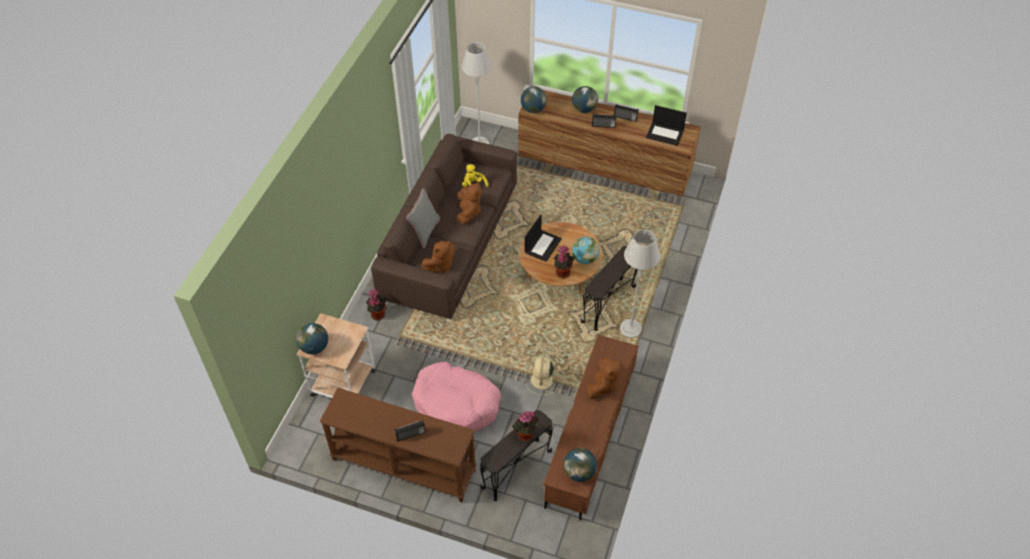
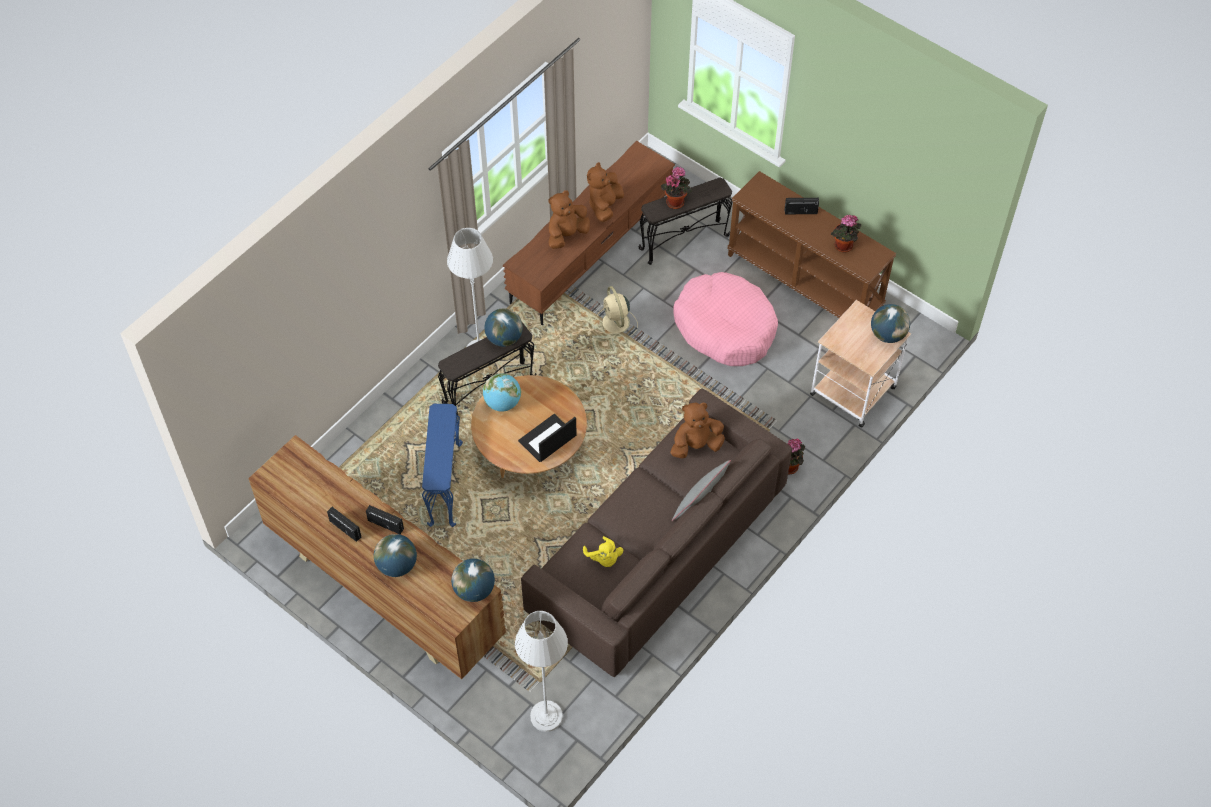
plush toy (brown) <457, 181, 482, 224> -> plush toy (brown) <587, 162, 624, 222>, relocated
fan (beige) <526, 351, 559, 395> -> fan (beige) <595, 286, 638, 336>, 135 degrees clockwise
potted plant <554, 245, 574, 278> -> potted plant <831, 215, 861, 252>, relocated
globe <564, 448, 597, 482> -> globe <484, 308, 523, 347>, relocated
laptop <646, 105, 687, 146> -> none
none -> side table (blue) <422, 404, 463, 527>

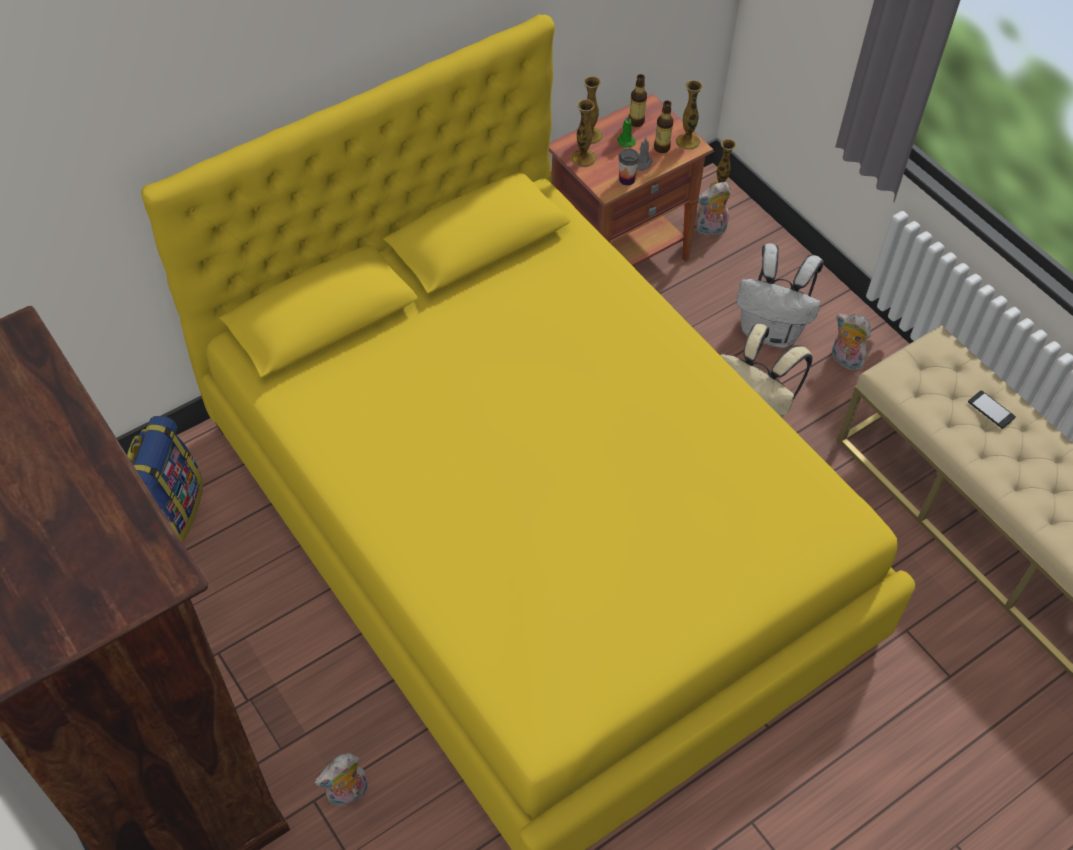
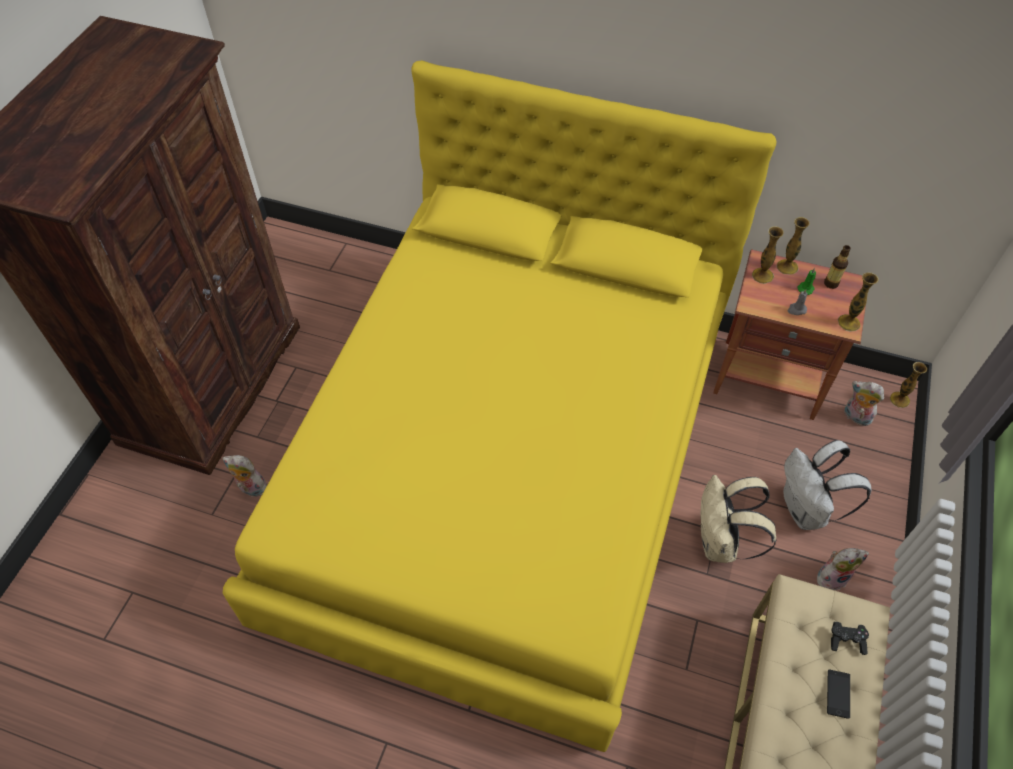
backpack <127, 416, 203, 542> -> none
cup <618, 149, 640, 186> -> none
bottle <654, 101, 674, 153> -> none
plush toy <832, 314, 871, 370> -> plush toy <817, 548, 869, 590>, 75 degrees clockwise
none -> game controller (black) <831, 622, 869, 655>

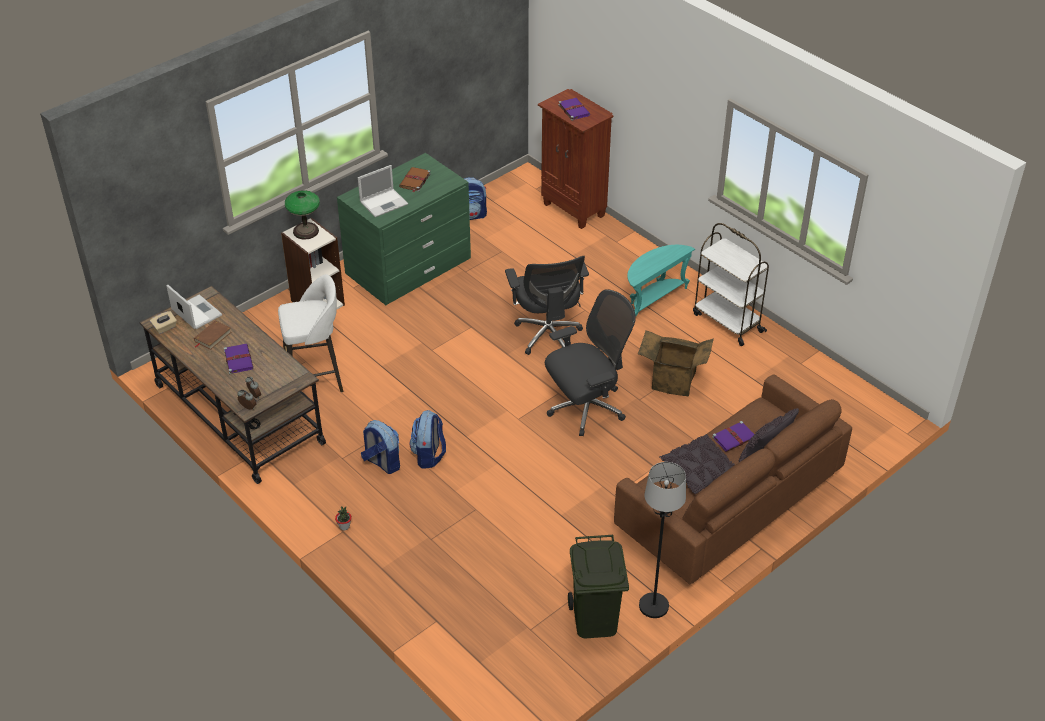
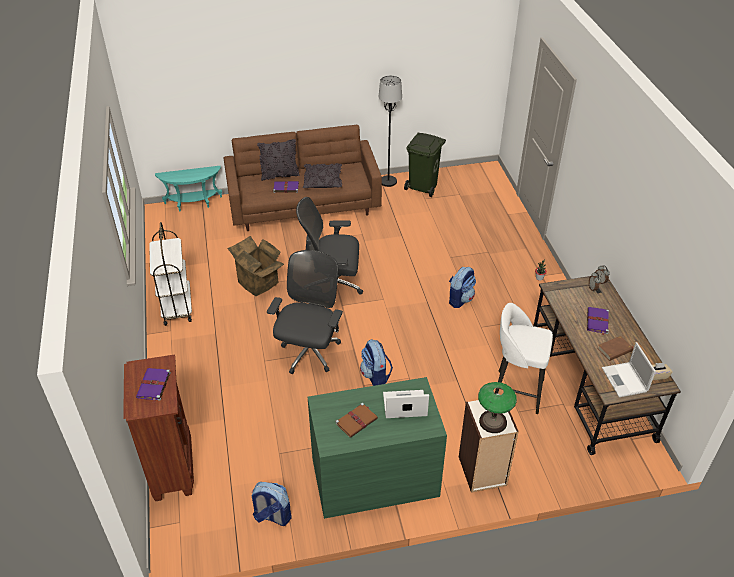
backpack <361, 420, 400, 474> -> backpack <360, 339, 393, 386>, relocated
side table (turquoise) <627, 245, 695, 316> -> side table (turquoise) <155, 166, 222, 211>, relocated

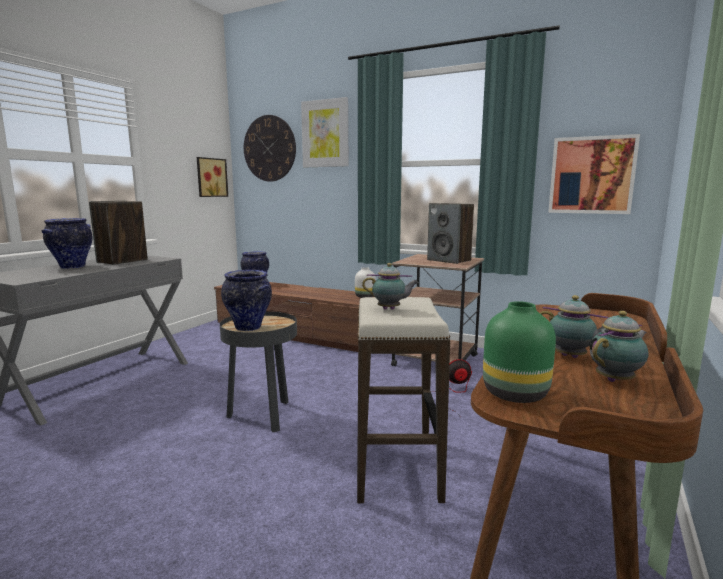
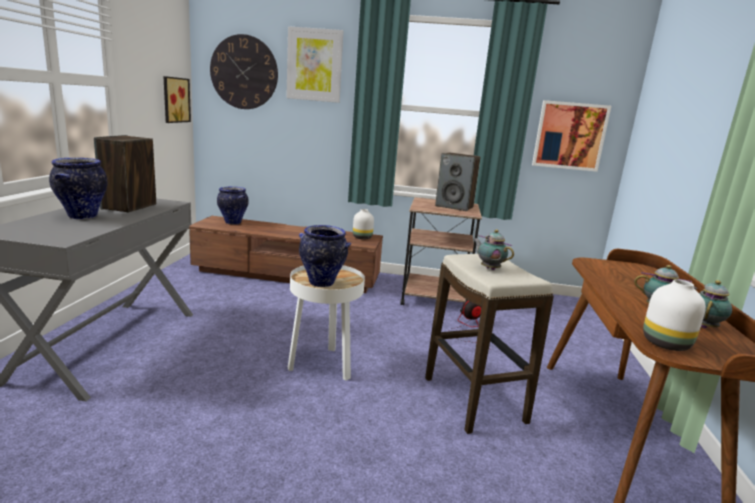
side table (black) <220, 311, 297, 432> -> side table (white) <288, 265, 365, 381>
teapot <362, 263, 419, 310> -> teapot <473, 229, 514, 270>, 120 degrees counterclockwise
vase (green) <483, 301, 556, 403> -> vase (white) <643, 279, 706, 351>

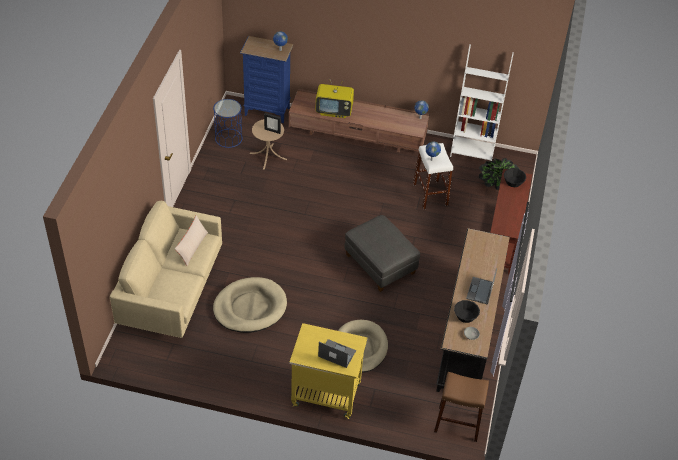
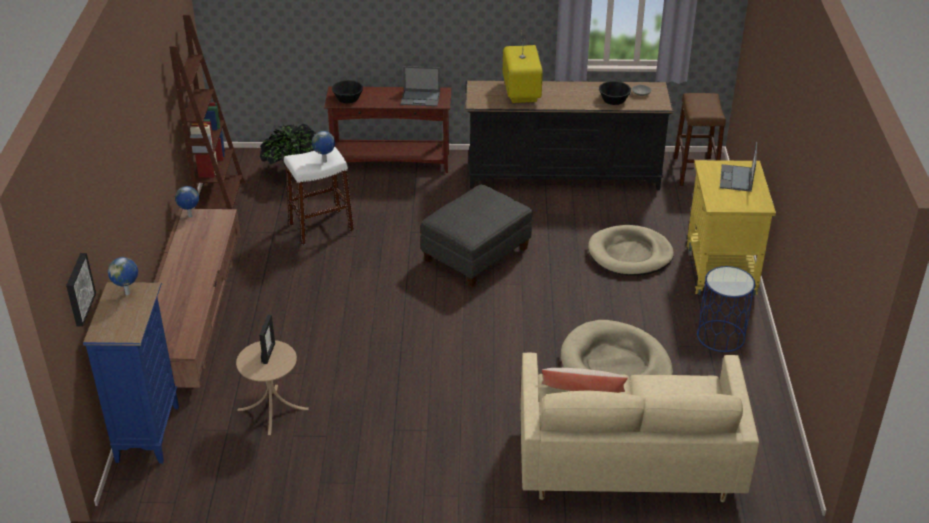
side table (blue) <213, 99, 243, 148> -> side table (blue) <697, 266, 755, 352>, relocated
television <315, 78, 354, 118> -> television <503, 30, 543, 103>, relocated
bookcase (white) <450, 44, 514, 161> -> bookcase (brown) <169, 15, 245, 209>
laptop <466, 268, 497, 305> -> laptop <401, 66, 440, 106>, relocated
none -> picture <66, 253, 96, 327>

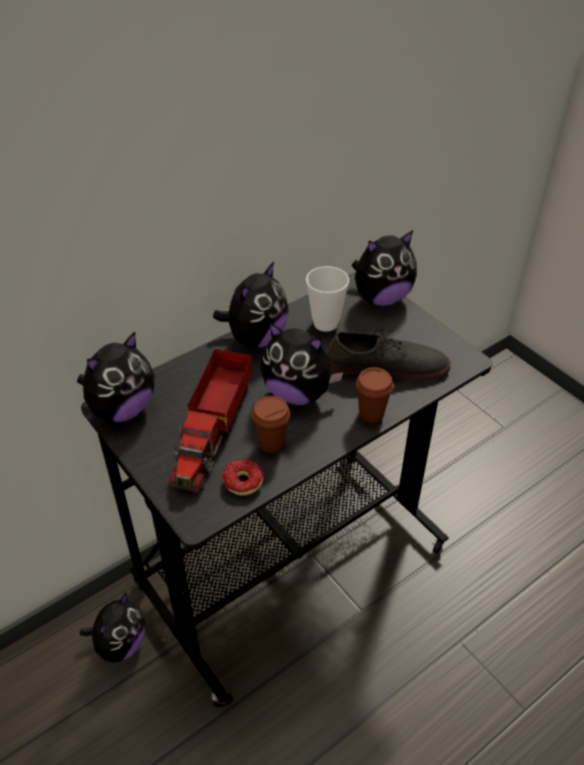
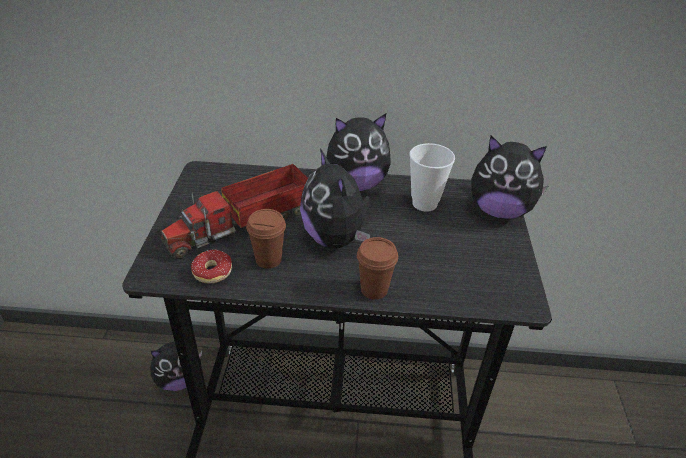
plush toy <77, 332, 154, 422> -> none
shoe (grey) <326, 328, 451, 381> -> none

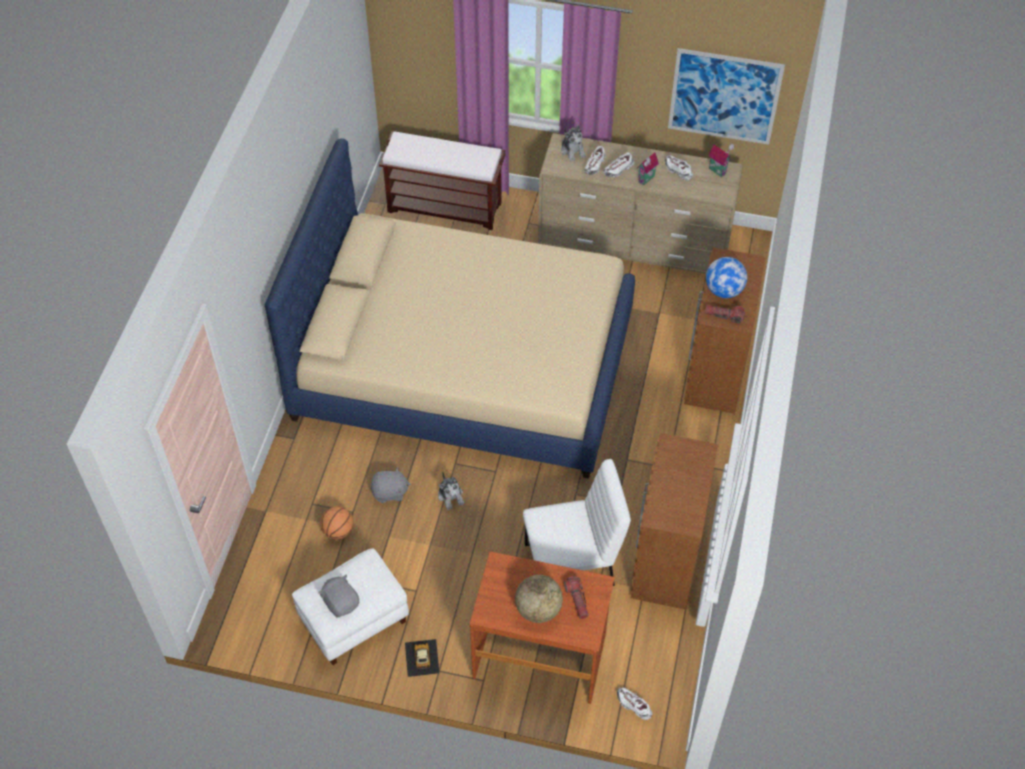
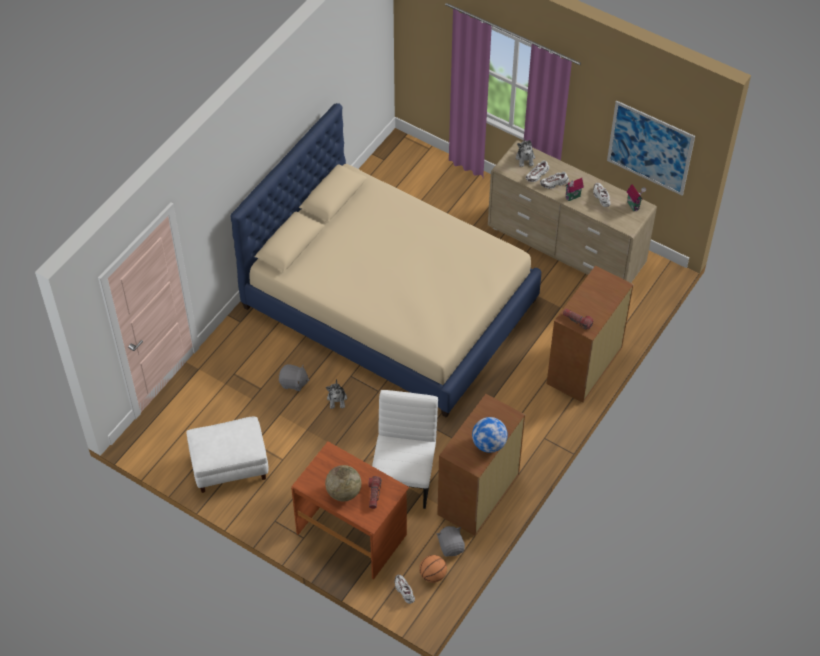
plush toy (grey) <318, 574, 359, 618> -> plush toy (grey) <437, 526, 465, 557>, relocated
basketball <320, 507, 354, 540> -> basketball <419, 555, 447, 583>, relocated
bench (brown) <379, 131, 506, 230> -> none
toy car <405, 639, 439, 677> -> none
chair (white) <523, 459, 631, 586> -> chair (white) <372, 390, 438, 509>, 90 degrees counterclockwise
globe <706, 257, 747, 298> -> globe <472, 417, 508, 453>, relocated

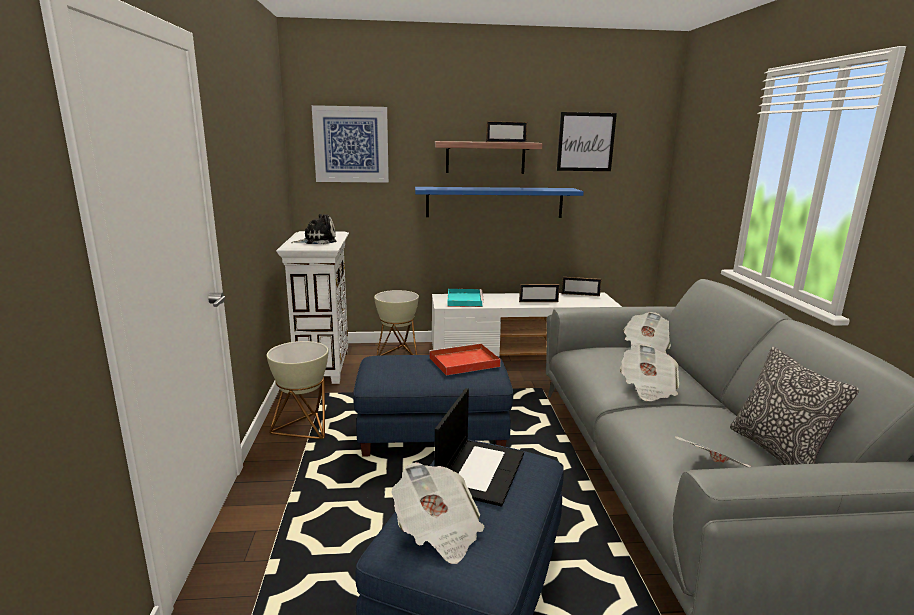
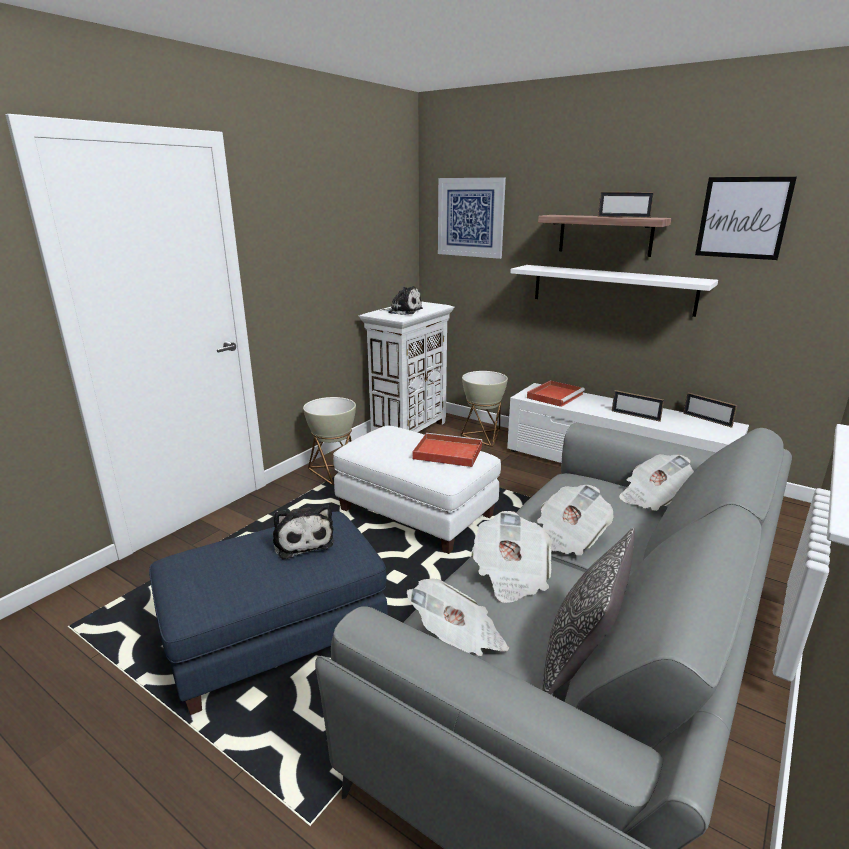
ottoman (blue) <354, 355, 513, 456> -> ottoman (white) <333, 426, 501, 554>
newspaper <391, 462, 485, 564> -> newspaper <471, 511, 552, 603>, relocated
shelf (blue) <415, 187, 584, 218> -> shelf (white) <510, 265, 718, 317>
laptop <435, 388, 524, 507> -> plush toy <273, 505, 334, 559>
tray (turquoise) <447, 289, 484, 307> -> tray (red) <527, 380, 585, 407>

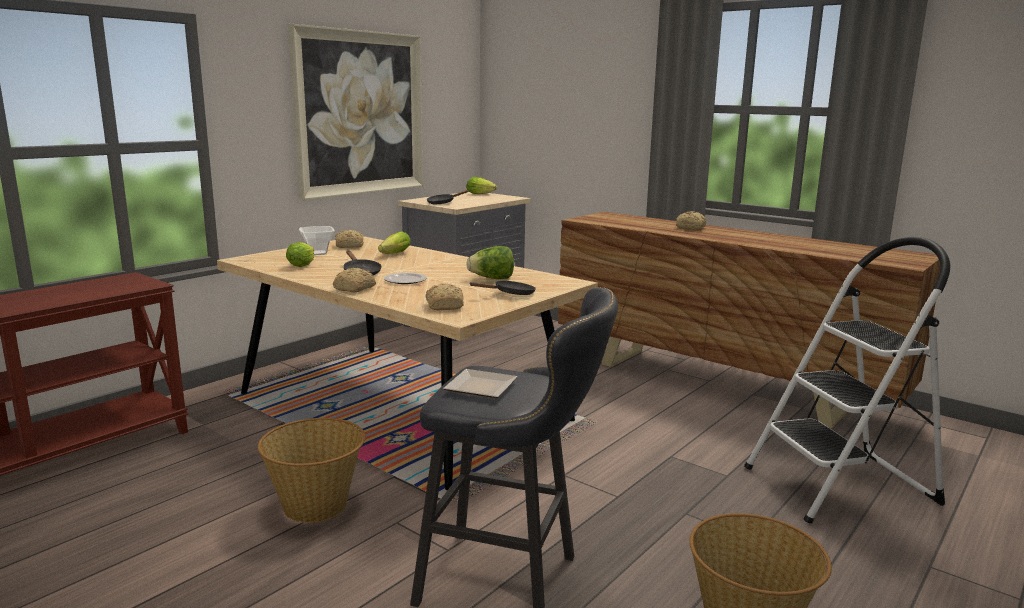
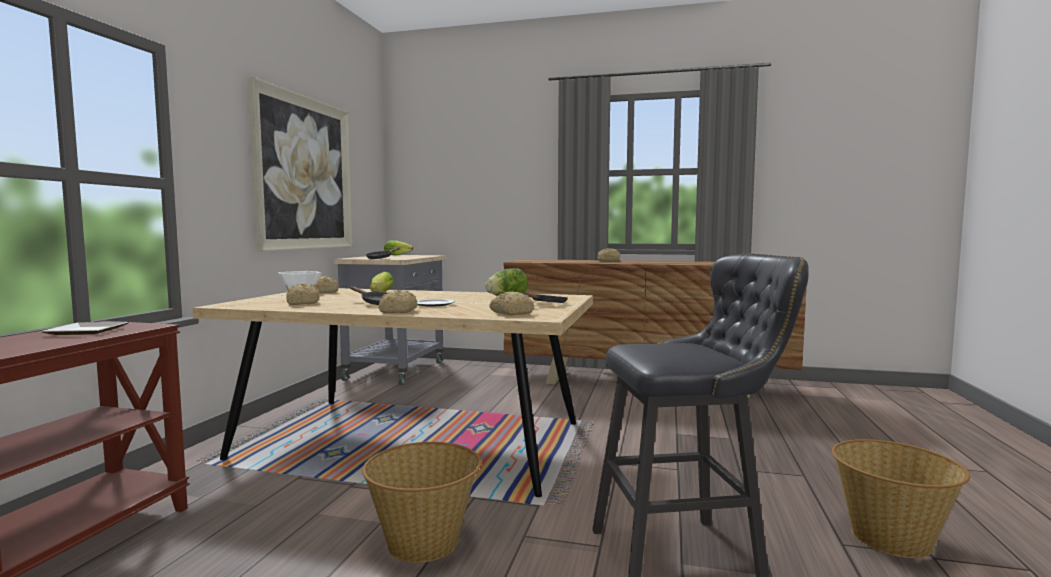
lettuce <286, 242, 314, 267> -> bread <286, 284, 320, 305>
plate <443, 369, 517, 398> -> plate <41, 322, 129, 335>, relocated
step ladder <744, 237, 950, 523> -> none

